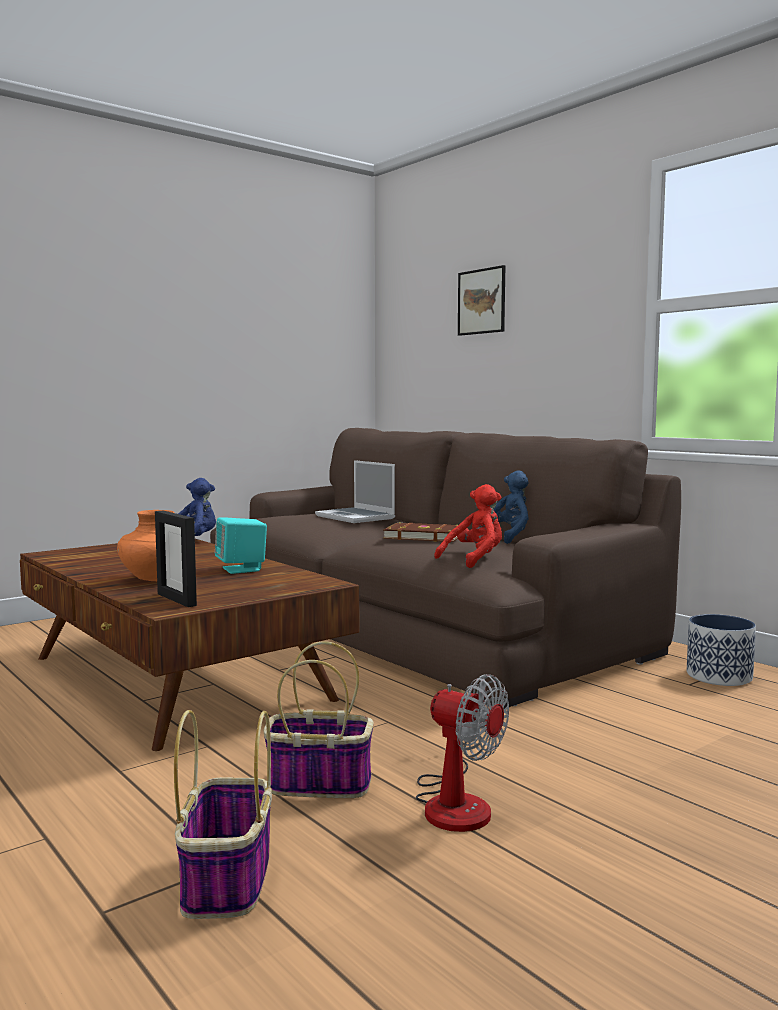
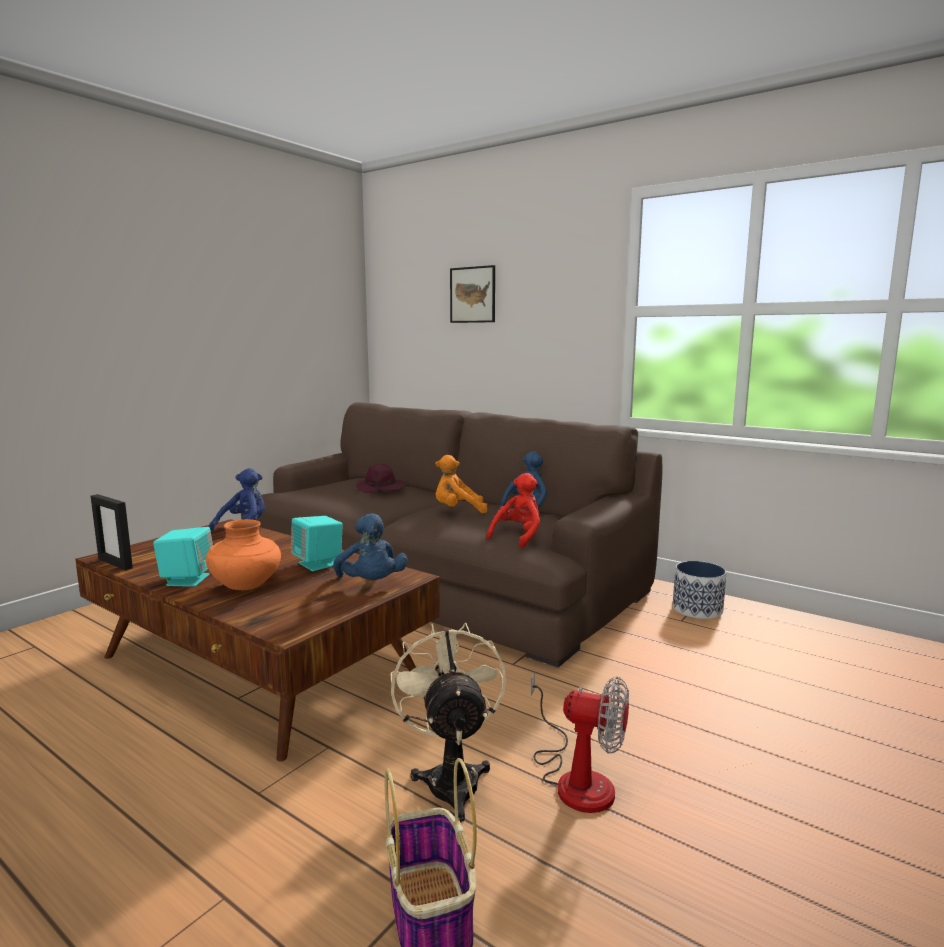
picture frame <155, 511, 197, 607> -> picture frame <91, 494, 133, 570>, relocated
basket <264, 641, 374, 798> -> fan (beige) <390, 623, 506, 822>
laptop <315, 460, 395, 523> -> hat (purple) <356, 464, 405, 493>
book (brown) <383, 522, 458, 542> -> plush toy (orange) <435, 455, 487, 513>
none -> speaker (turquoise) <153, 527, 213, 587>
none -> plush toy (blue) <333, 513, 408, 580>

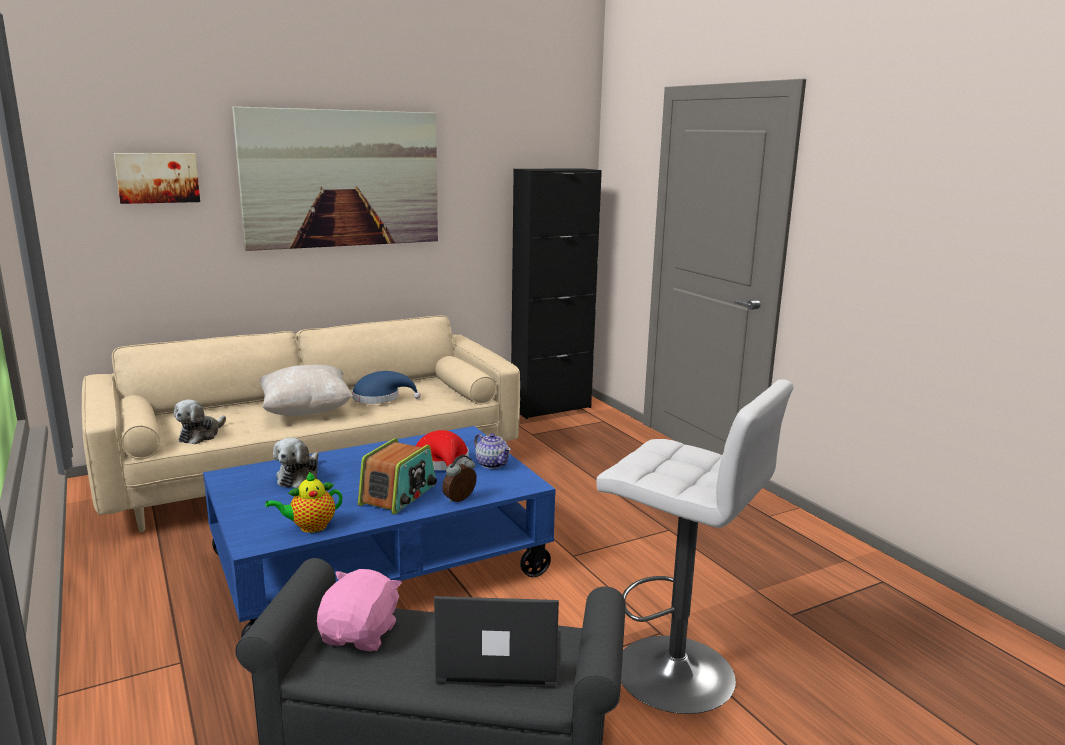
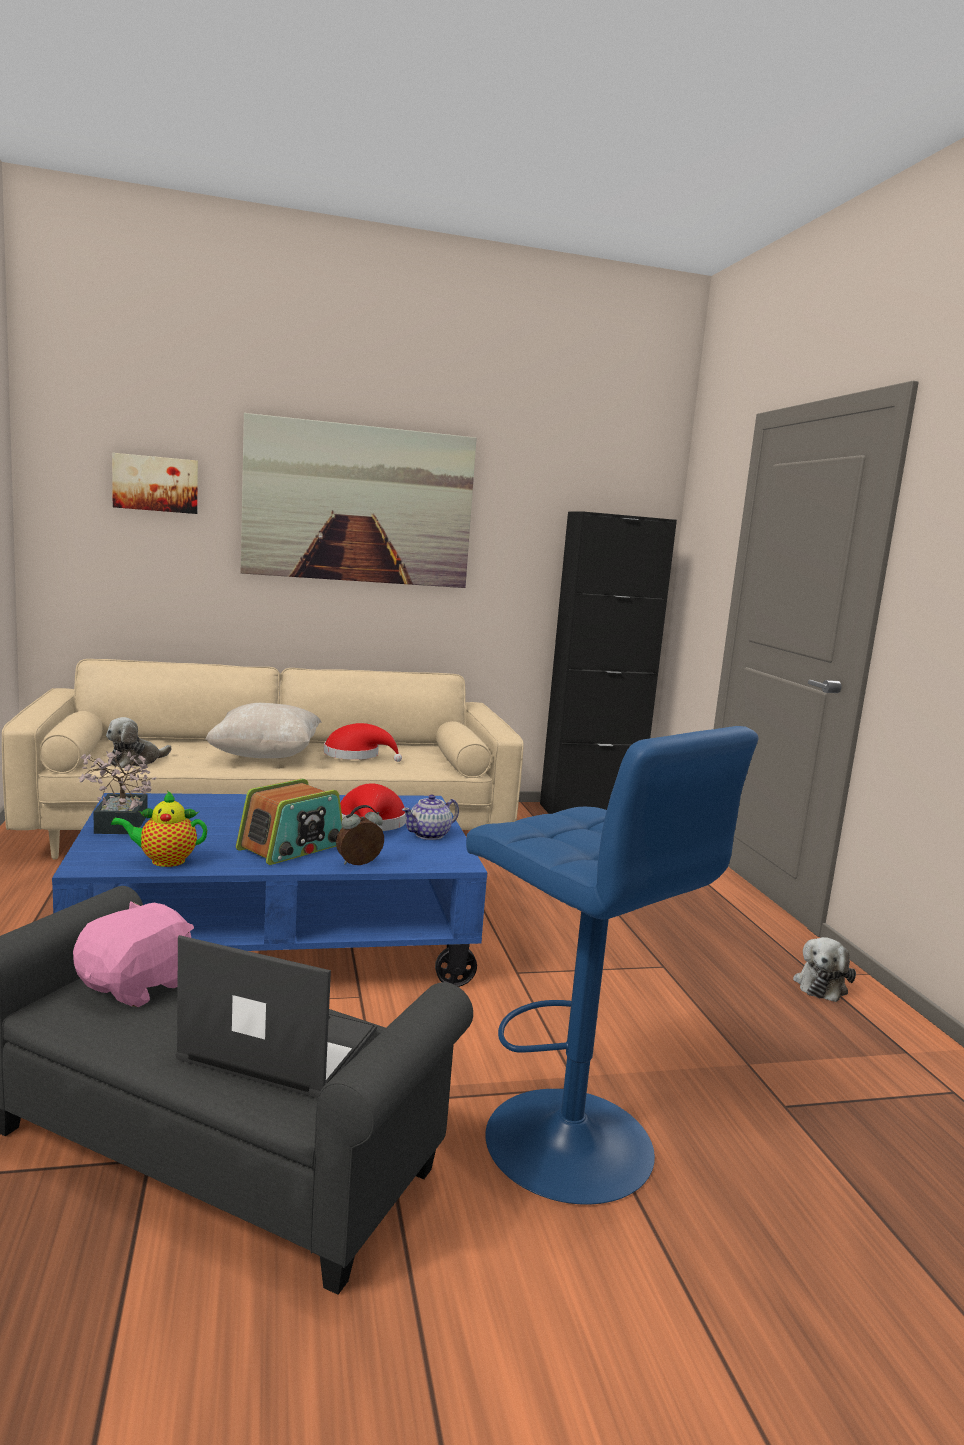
plush toy <273, 438, 319, 488> -> plush toy <793, 937, 856, 1002>, relocated
hat (blue) <352, 371, 421, 404> -> hat (red) <324, 723, 402, 762>
teapot <474, 433, 511, 469> -> teapot <402, 794, 459, 840>, 75 degrees clockwise
stool (white) <596, 379, 794, 714> -> stool (blue) <466, 726, 759, 1205>
none -> potted plant <78, 750, 156, 834>

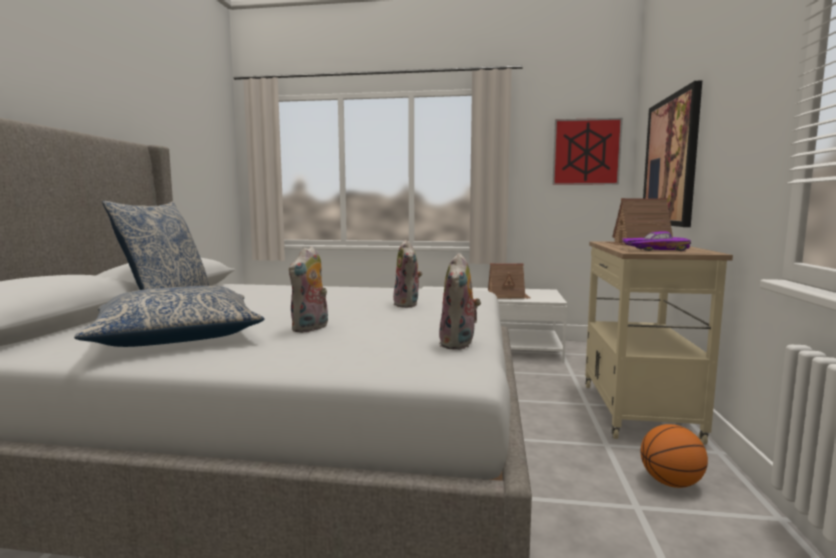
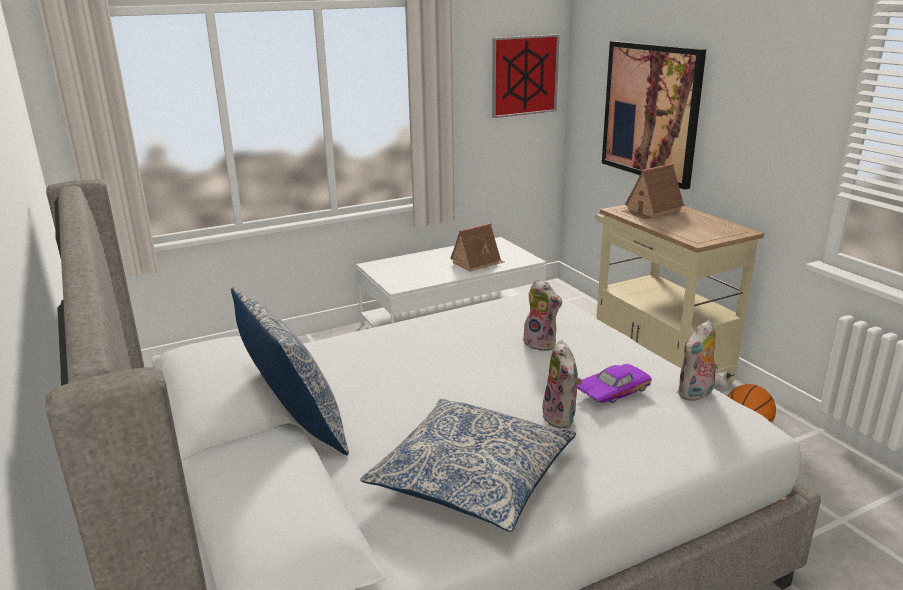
plush toy <439, 253, 481, 350> -> plush toy <677, 320, 719, 401>, 75 degrees clockwise
toy car (purple) <622, 231, 691, 251> -> toy car (purple) <577, 364, 652, 403>, relocated

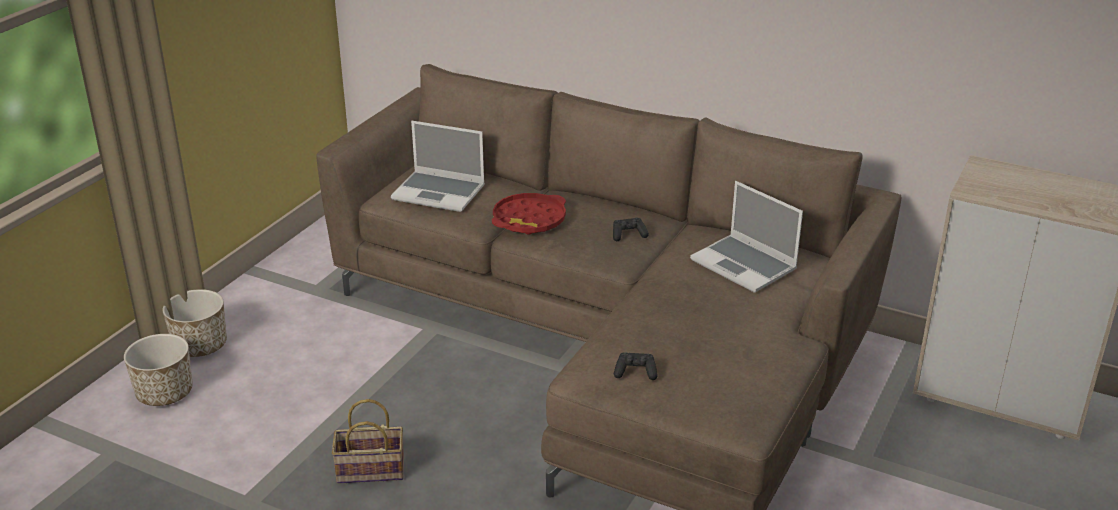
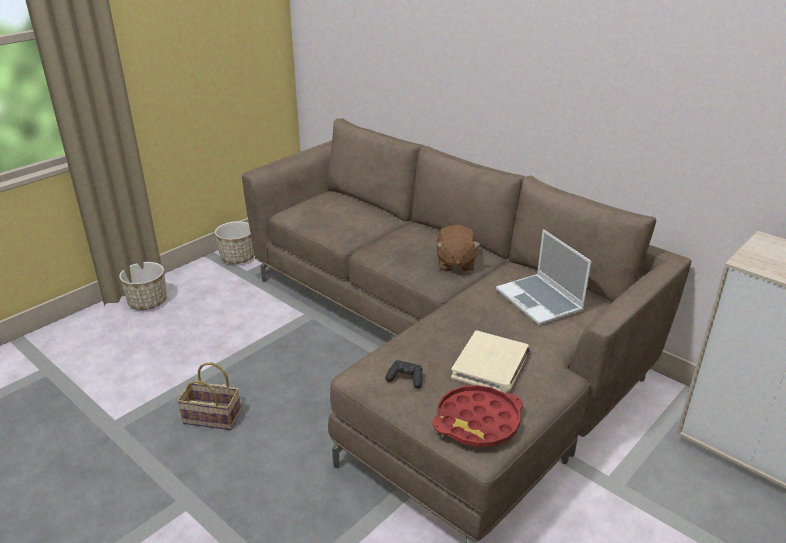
planter <124, 334, 193, 406> -> planter <215, 221, 255, 264>, relocated
laptop <391, 121, 485, 212> -> none
tray (red) <492, 193, 566, 235> -> tray (red) <432, 385, 523, 447>, relocated
game controller (black) <613, 218, 649, 241> -> plush toy (brown) <436, 225, 480, 272>
none -> book (beige) <451, 330, 530, 393>

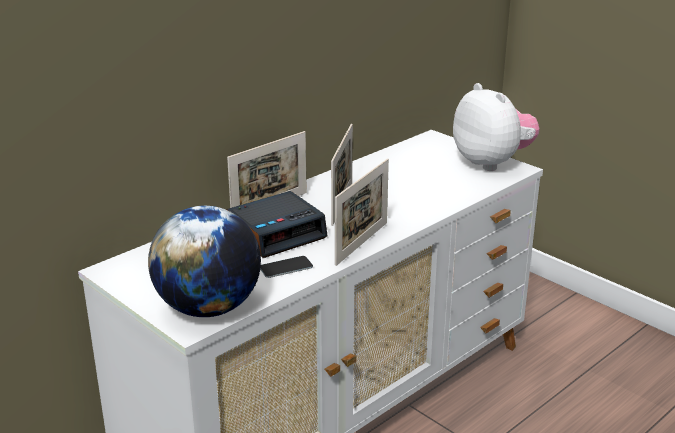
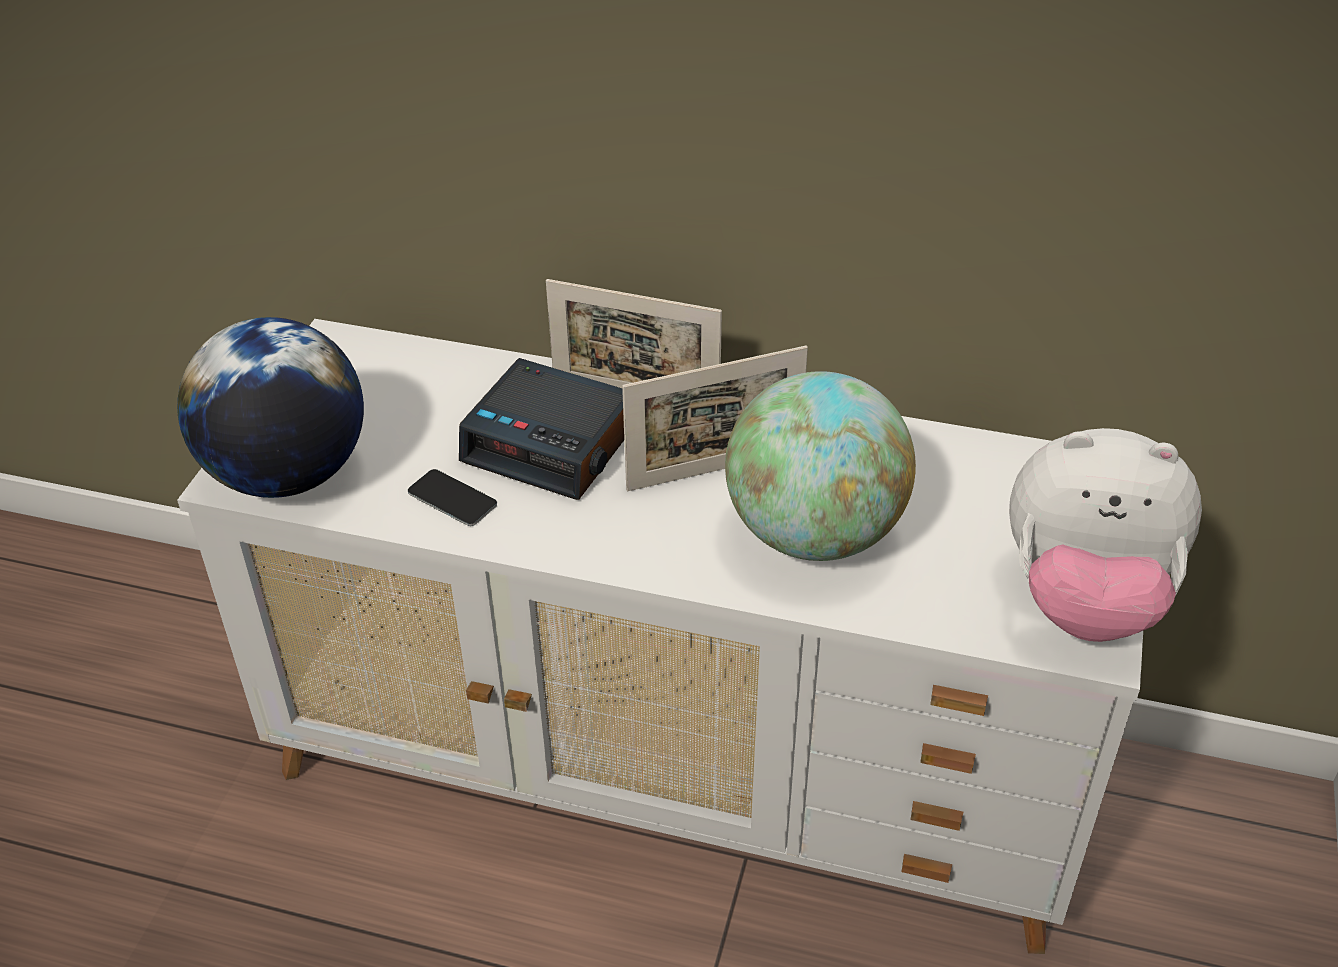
picture frame <335, 158, 389, 266> -> none
plush toy <453, 83, 540, 171> -> plush toy <1009, 428, 1202, 642>, 75 degrees clockwise
none -> globe <725, 371, 916, 561>

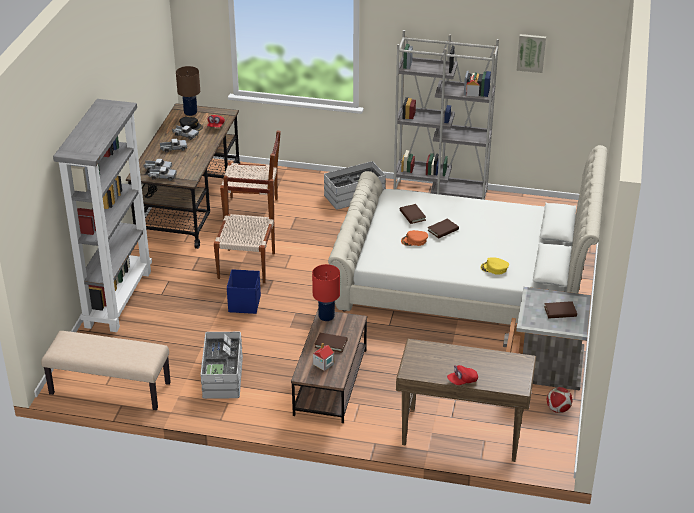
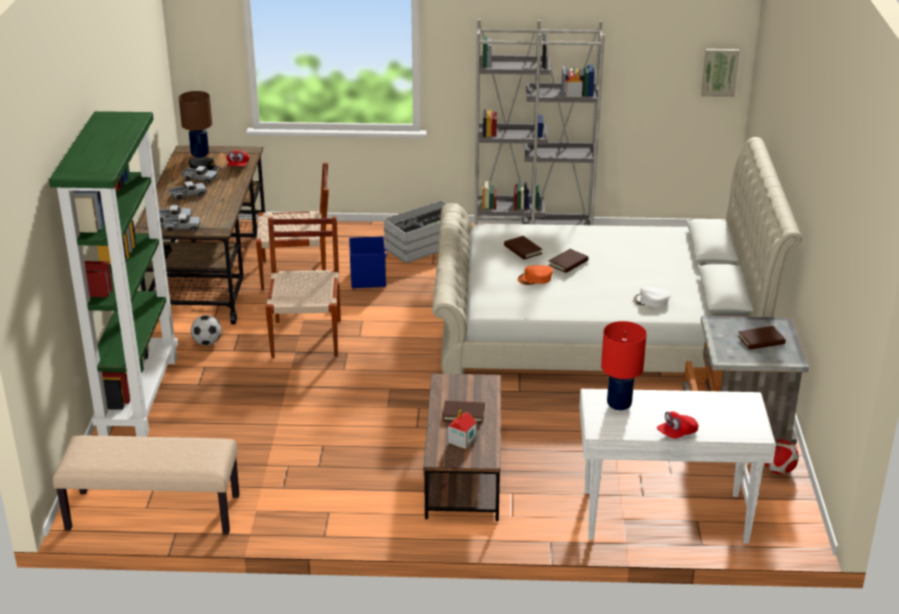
bookcase (grey) <53, 99, 152, 332> -> bookcase (green) <49, 111, 178, 437>
storage box (grey) <201, 332, 243, 399> -> none
storage box (blue) <227, 269, 261, 314> -> storage box (blue) <349, 236, 387, 288>, relocated
table lamp (red) <312, 264, 340, 321> -> table lamp (red) <601, 321, 647, 410>, relocated
console table (brown) <396, 339, 536, 462> -> console table (white) <579, 389, 776, 544>
cap (yellow) <481, 257, 509, 275> -> cap (white) <632, 287, 671, 307>
picture <516, 34, 546, 73> -> picture <701, 49, 740, 97>, relocated
none -> football <191, 315, 222, 345>

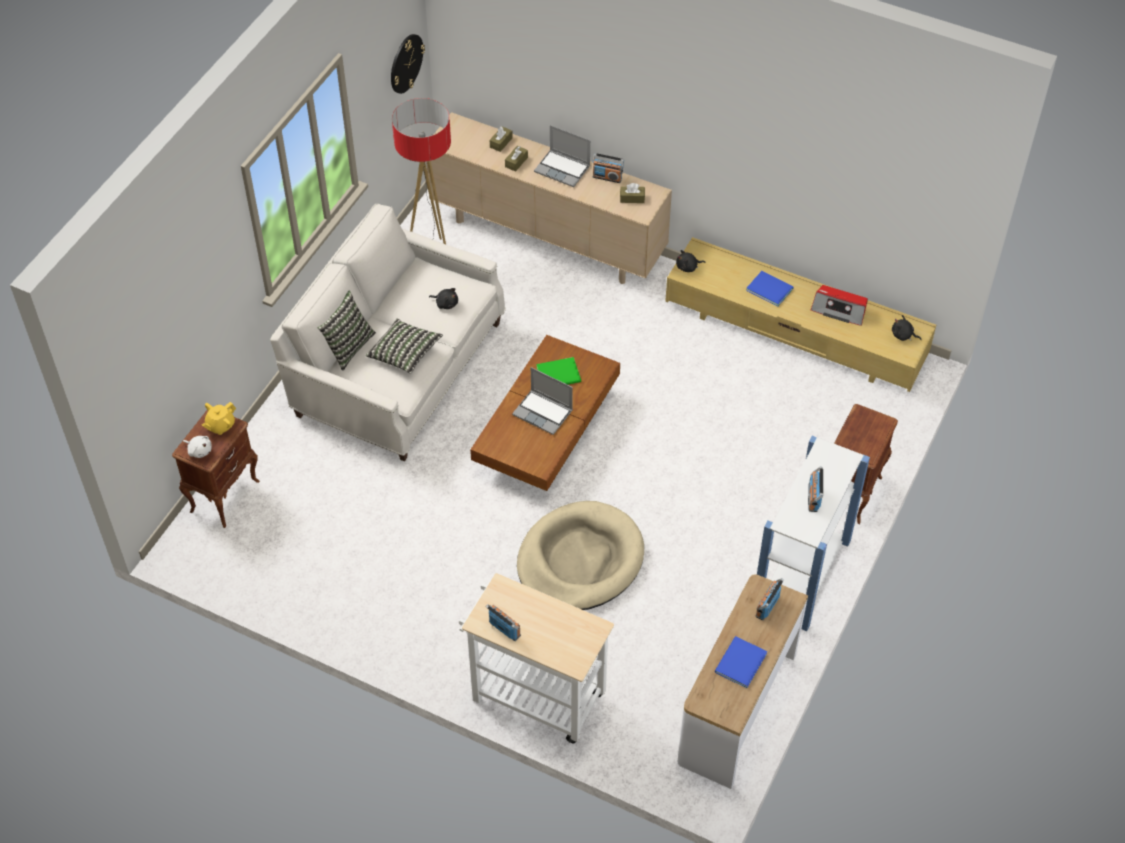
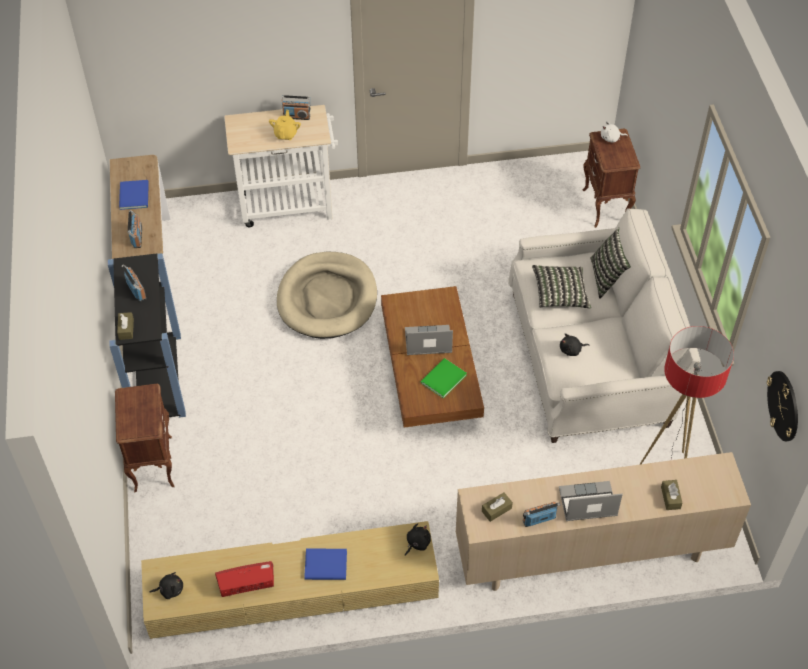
teapot (yellow) <202, 402, 236, 435> -> teapot (yellow) <269, 110, 301, 140>, relocated
tissue box (brown) <505, 146, 528, 172> -> tissue box (brown) <117, 312, 134, 340>, relocated
bookcase (white) <757, 436, 870, 631> -> bookcase (black) <108, 253, 186, 418>

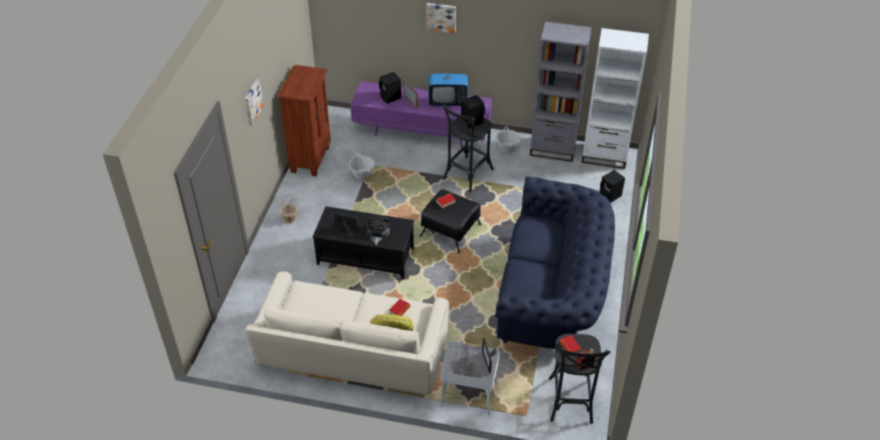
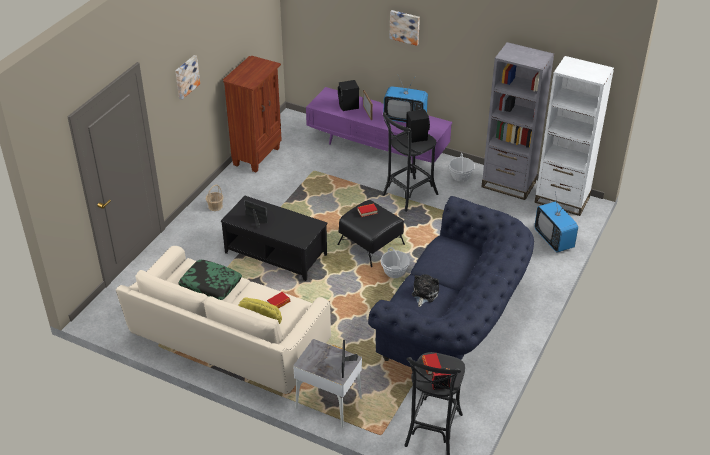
basket <349, 153, 374, 180> -> basket <381, 247, 410, 278>, relocated
plush toy <367, 216, 390, 245> -> plush toy <412, 274, 439, 307>, relocated
speaker (black) <600, 170, 625, 203> -> television <535, 192, 578, 253>
none -> pillow <178, 260, 242, 300>

